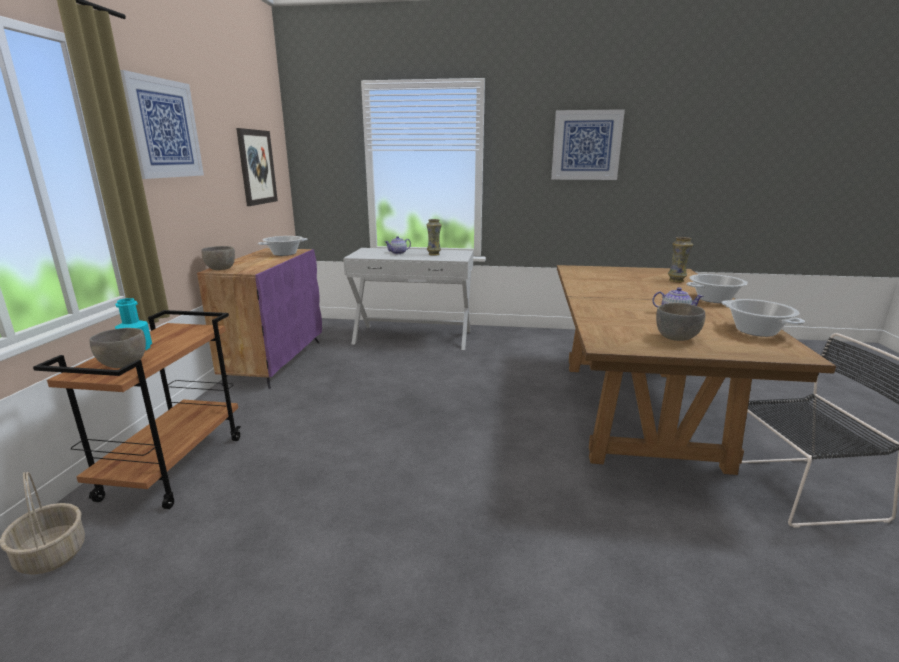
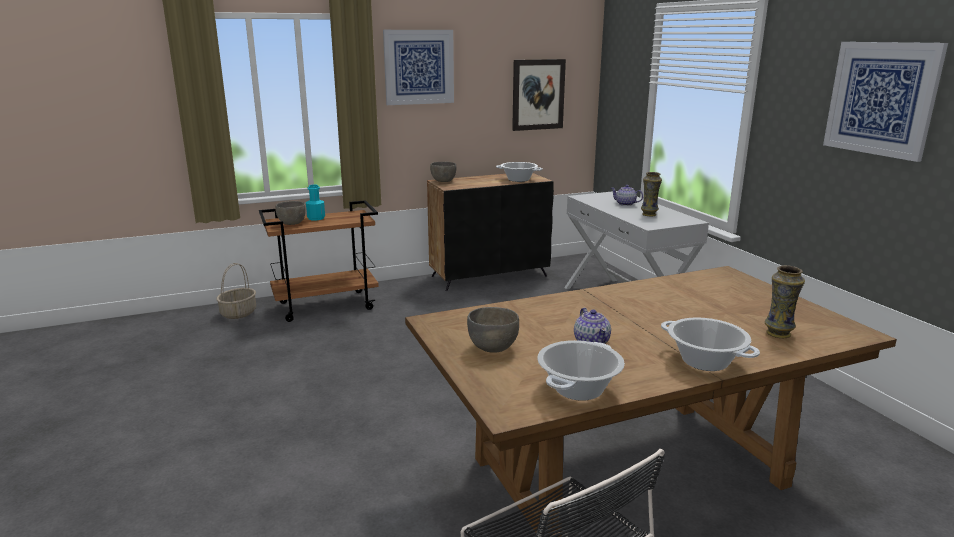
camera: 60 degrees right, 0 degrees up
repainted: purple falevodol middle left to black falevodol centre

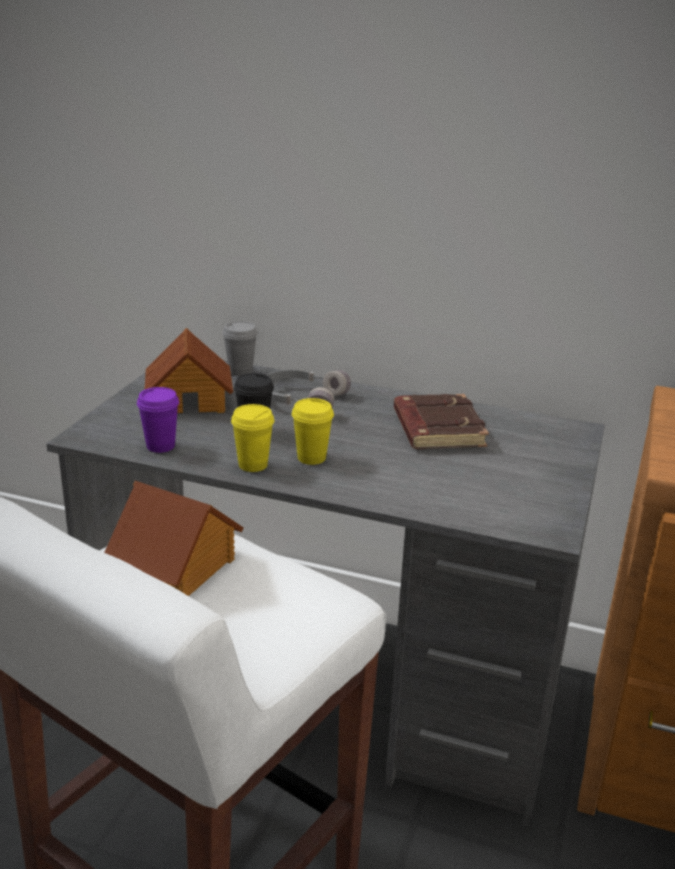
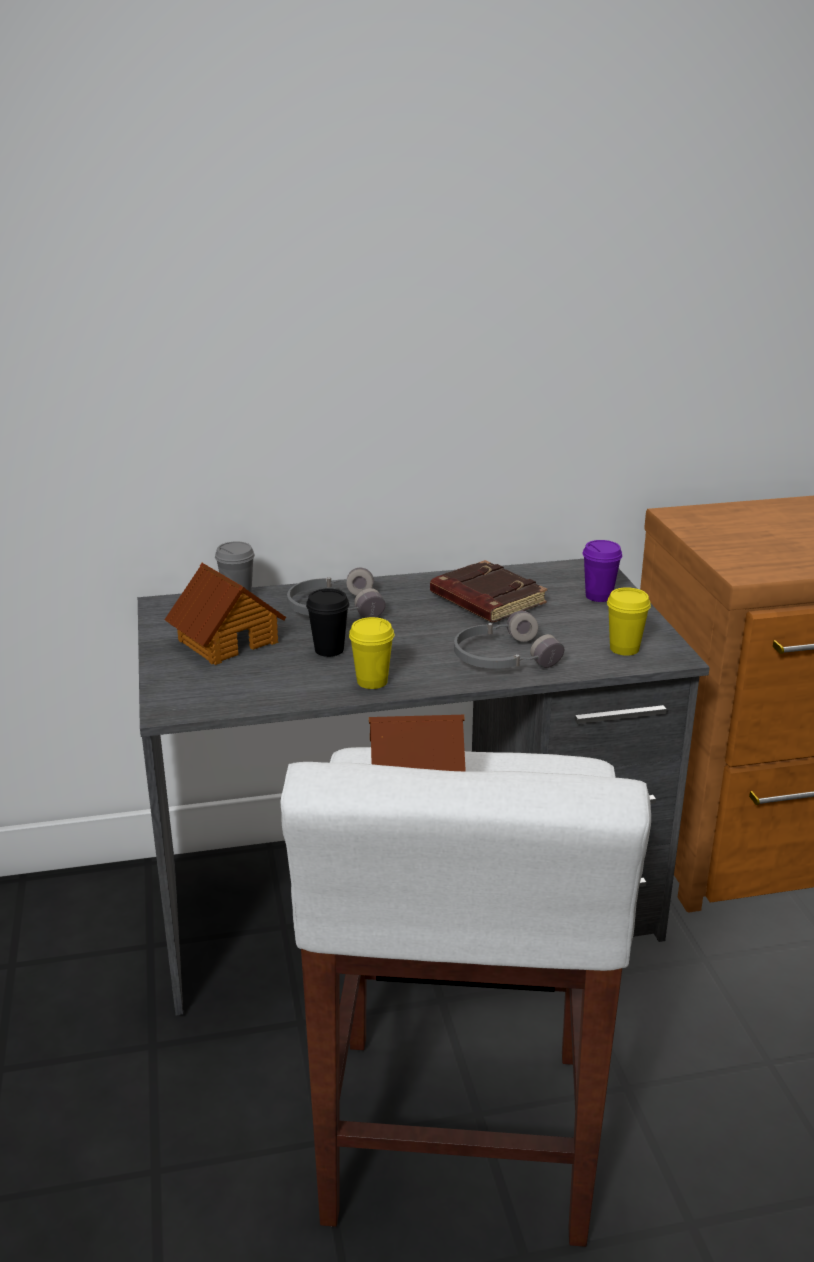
camera: 30 degrees left, 0 degrees up
new: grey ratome (no. 2 from left) centre
shifted: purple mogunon middle left to middle right; yellow mogunon (no. 2 from left) centre to middle right

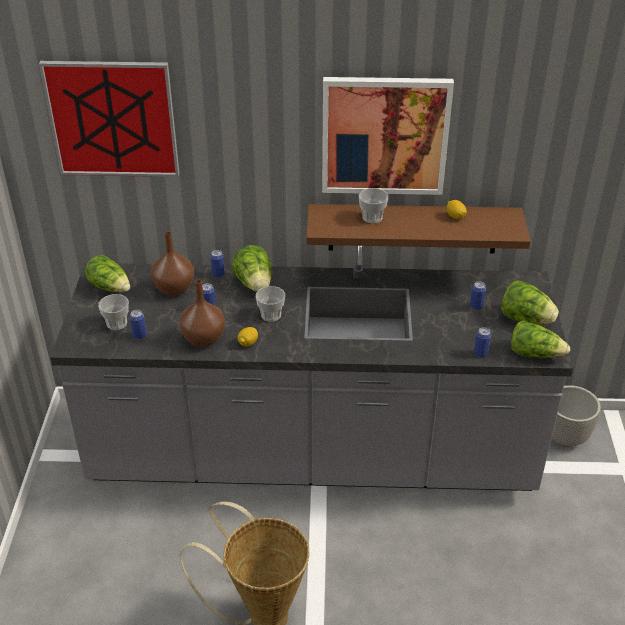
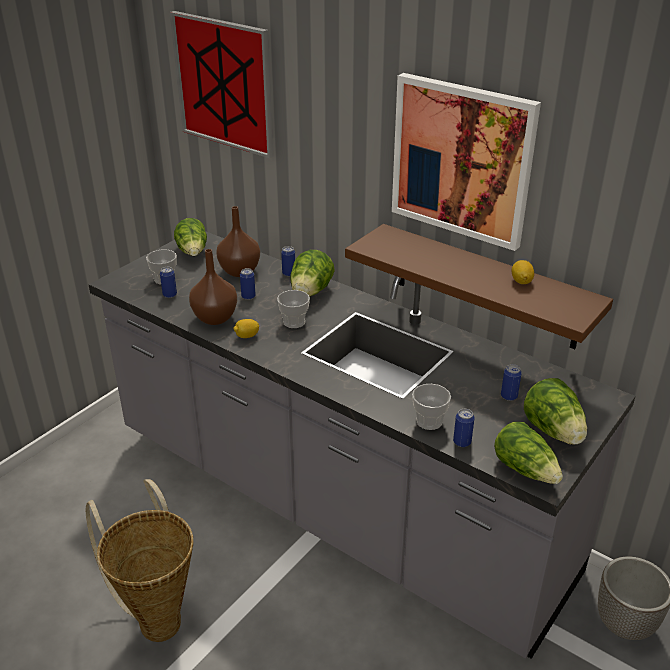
camera: 35 degrees right, 5 degrees down
shifted: mogunon (no. 3 from left) top centre to centre

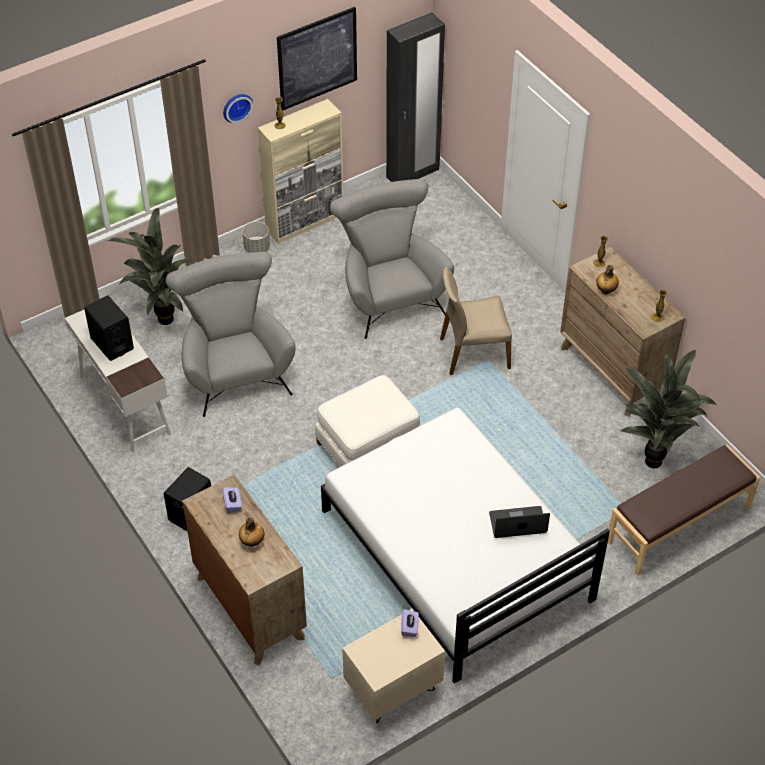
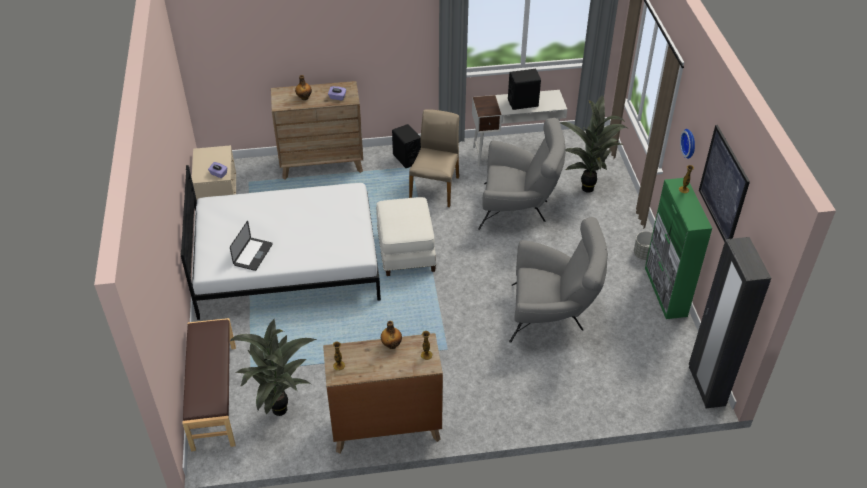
camera: 115 degrees right, 5 degrees down
shifted: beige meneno centre to top centre
repainted: beige falevodol top centre to green falevodol middle right

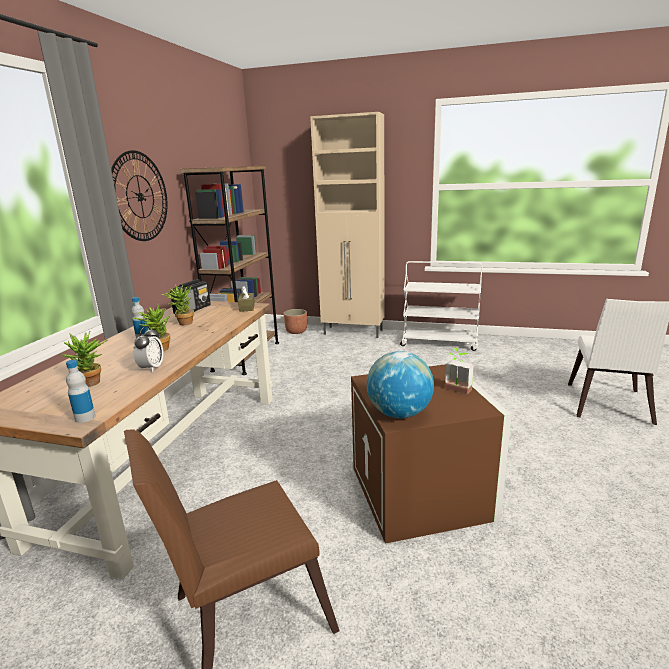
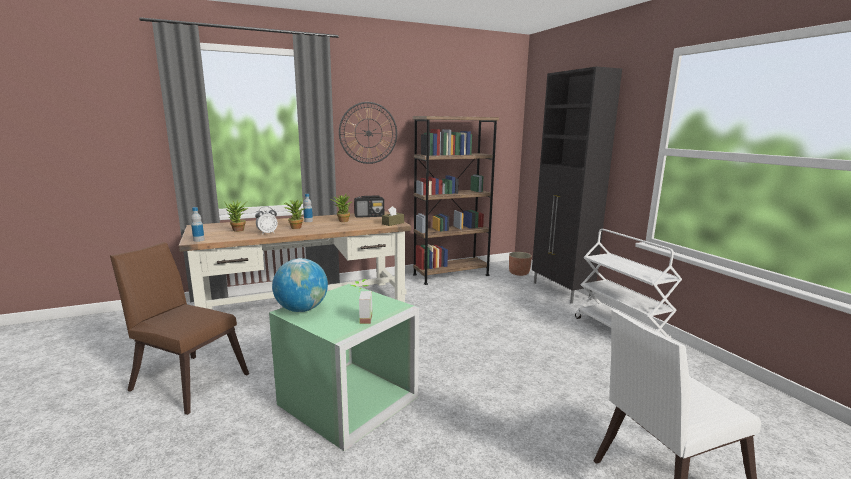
camera: 50 degrees right, 5 degrees down
repainted: beige falevodol centre to black falevodol middle right; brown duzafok bottom centre to green duzafok bottom centre

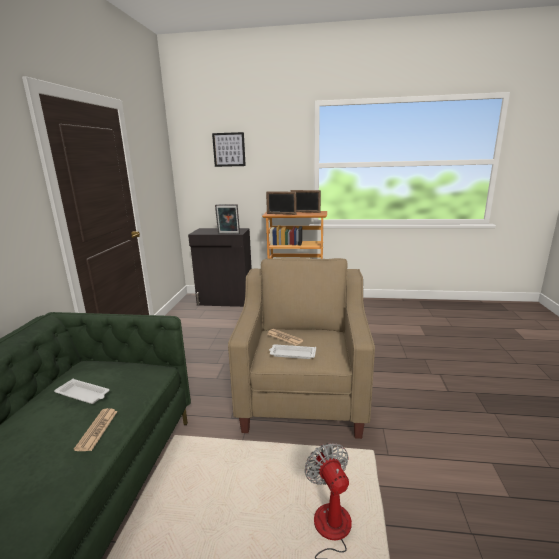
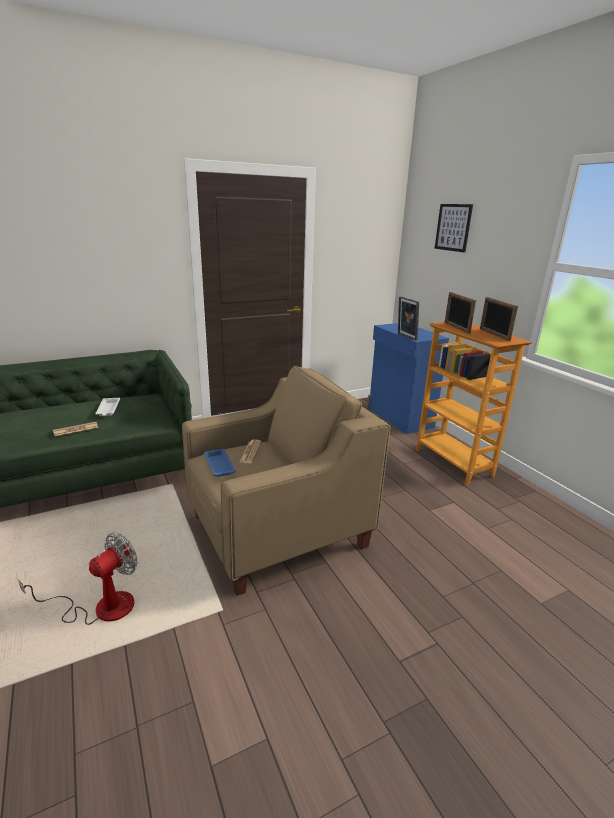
camera: 55 degrees right, 5 degrees up
repainted: black falevodol centre to blue falevodol centre; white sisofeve (no. 2 from left) centre to blue sisofeve centre

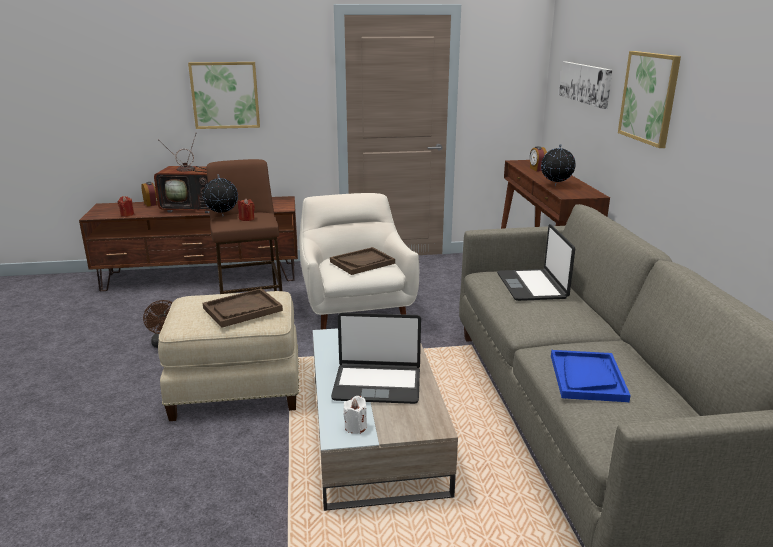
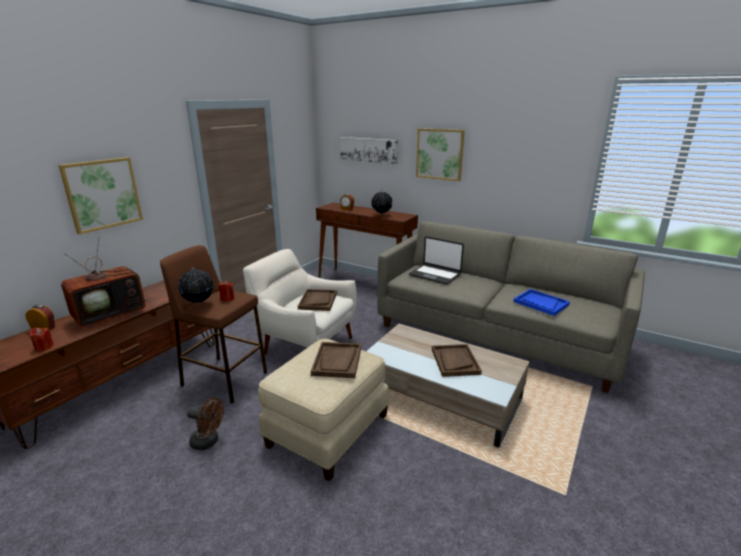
camera: 50 degrees left, 0 degrees up
gone: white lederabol bottom centre
swapped: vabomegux (no. 1 from left) centre to brown sisofeve (no. 3 from left) centre

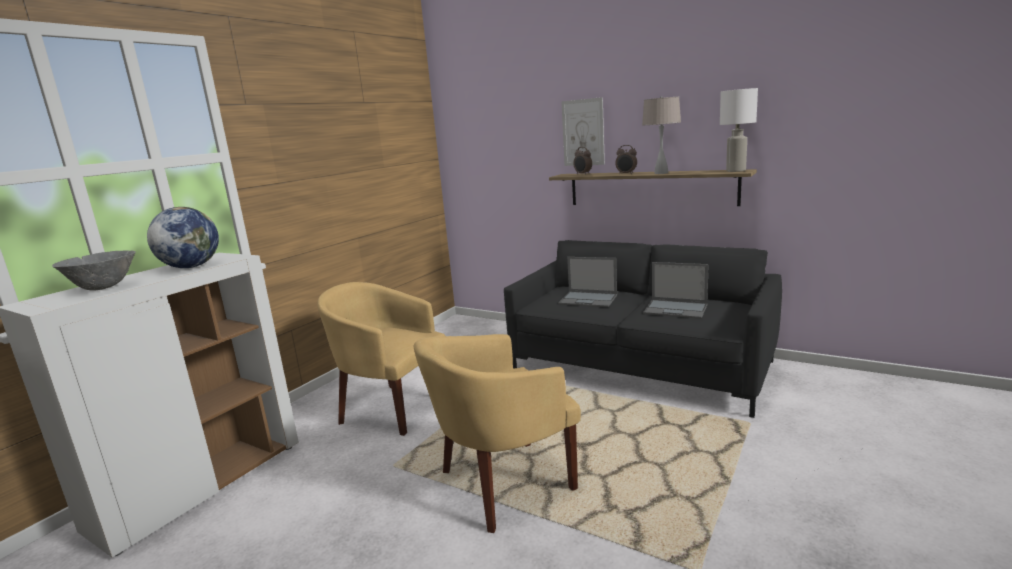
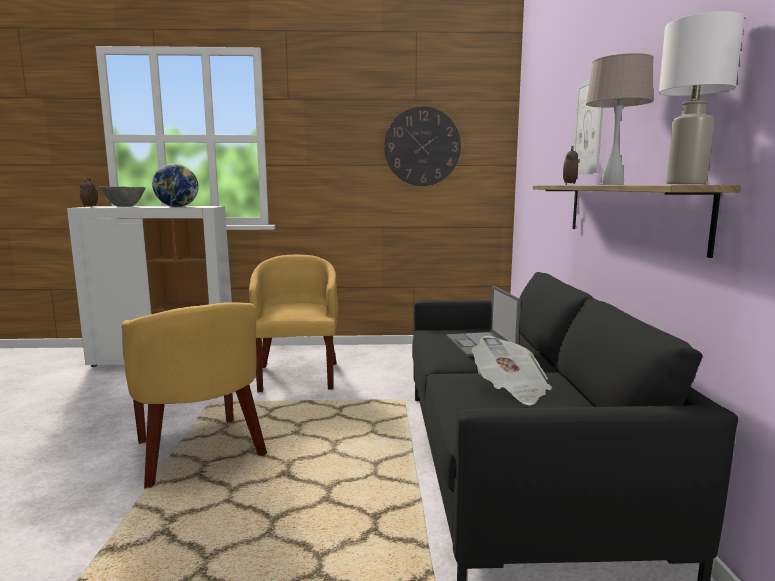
camera: 55 degrees right, 5 degrees down
new: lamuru top centre
shifted: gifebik (no. 2 from left in the first image) top centre to gifebik (no. 1 from left) top left
swapped: vabomegux (no. 2 from left) middle right to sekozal centre
rotated: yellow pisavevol (no. 2 from left in the first image) bottom centre = bottom left 150 degrees counterclockwise

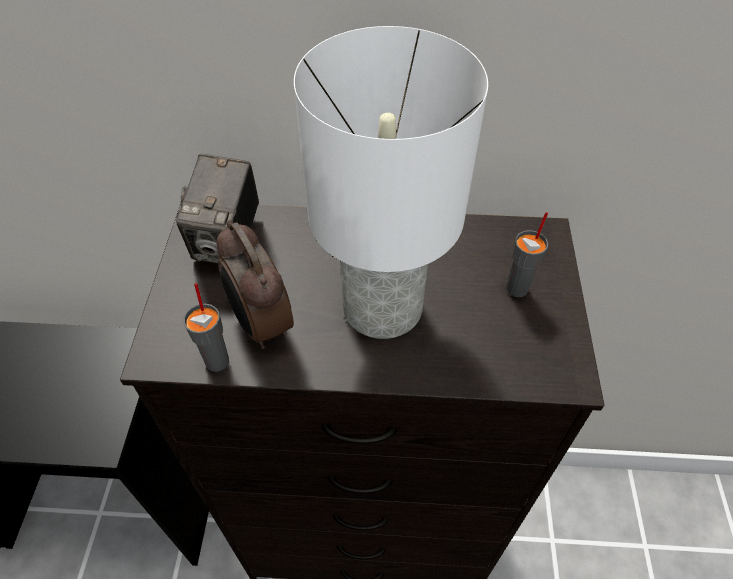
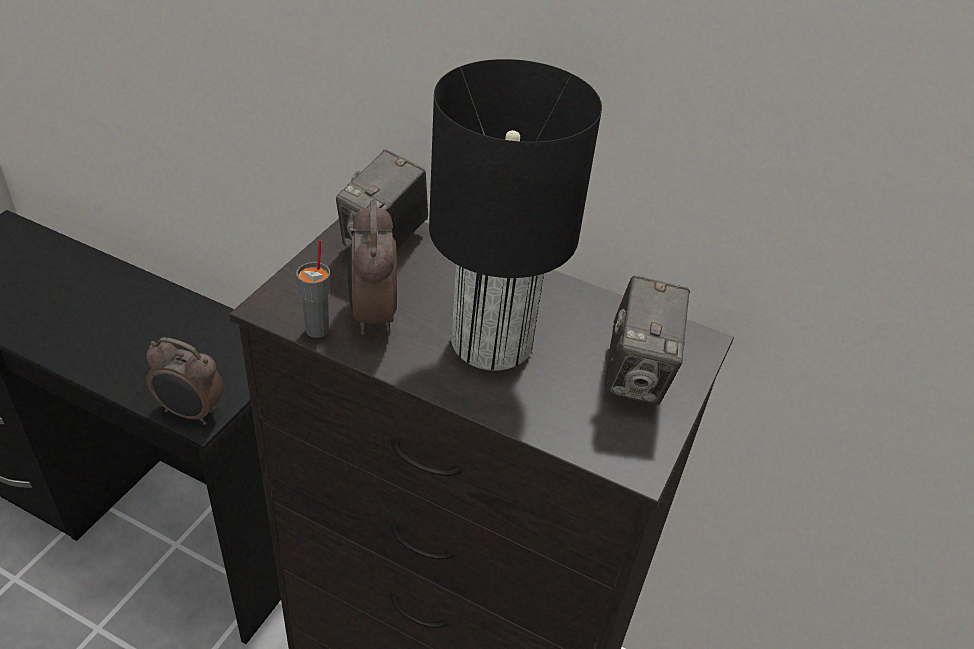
camera: 20 degrees right, 10 degrees down
new: gifebik (no. 1 from left) middle left
swapped: grey mogunon (no. 2 from left) middle right to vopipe (no. 2 from left) centre
repainted: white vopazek top centre to black vopazek top centre

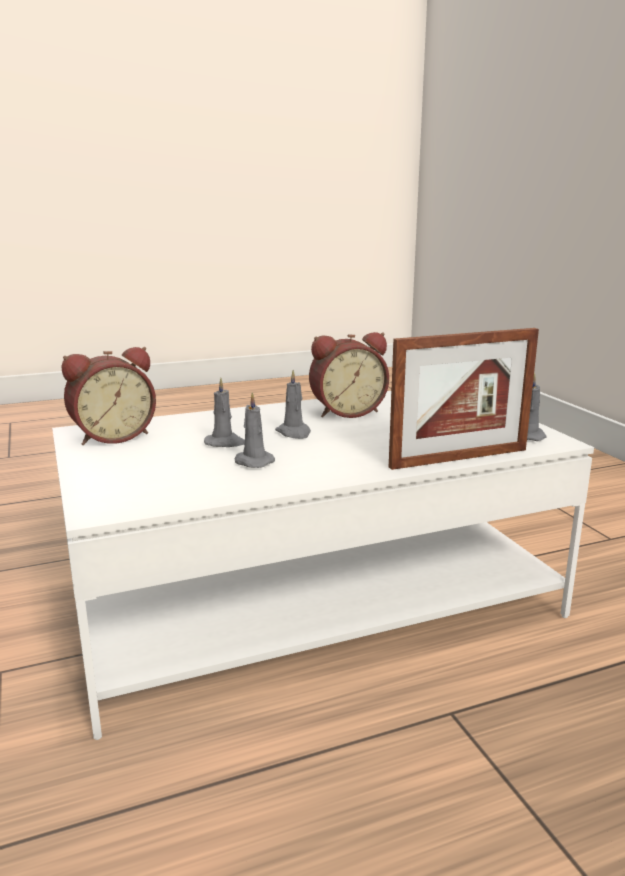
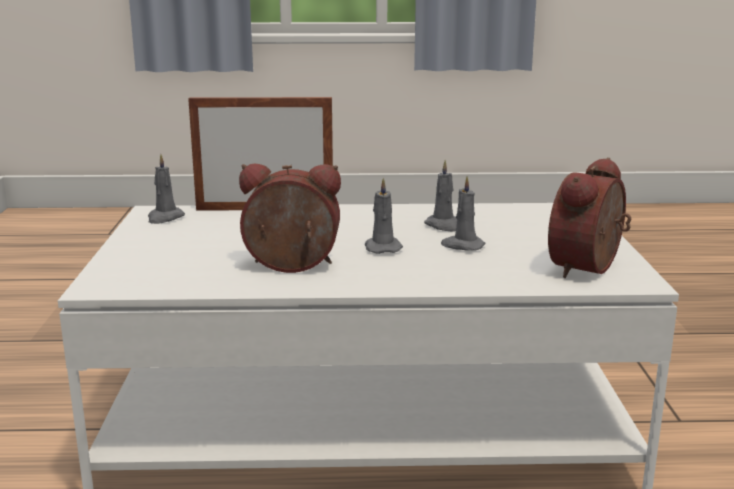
camera: 160 degrees left, 0 degrees up
rotated: gifebik (no. 1 from left in the first image) middle left = middle right 45 degrees counterclockwise

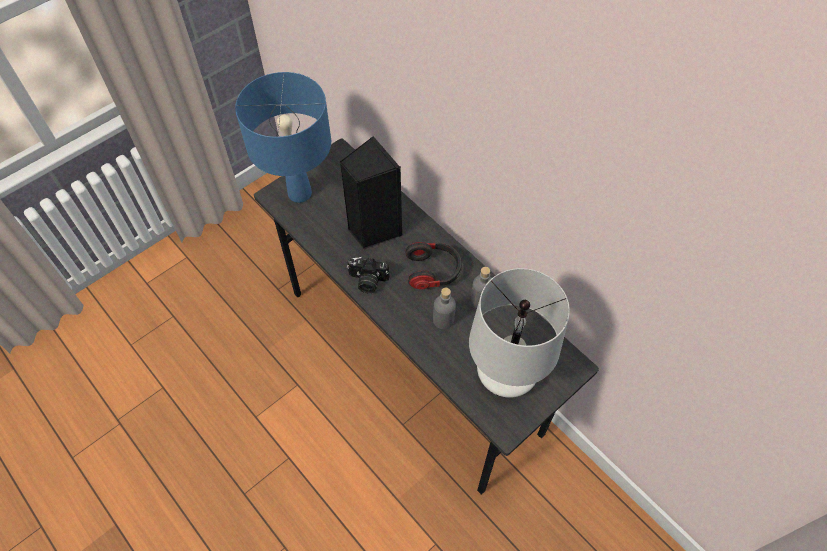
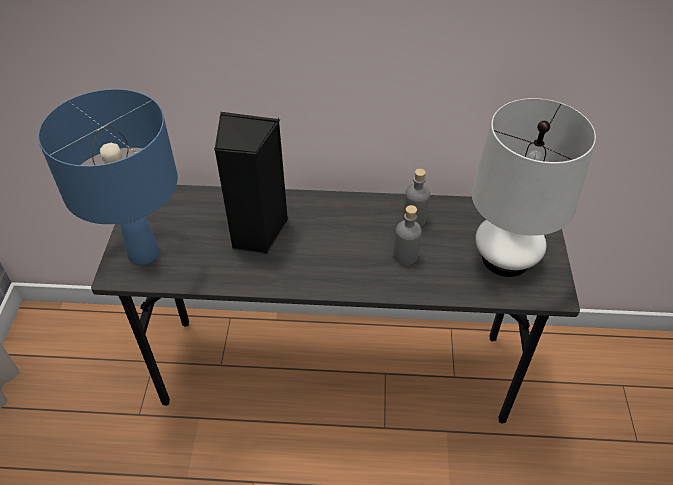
camera: 45 degrees left, 10 degrees down
gone: vopipe centre; ratome centre

